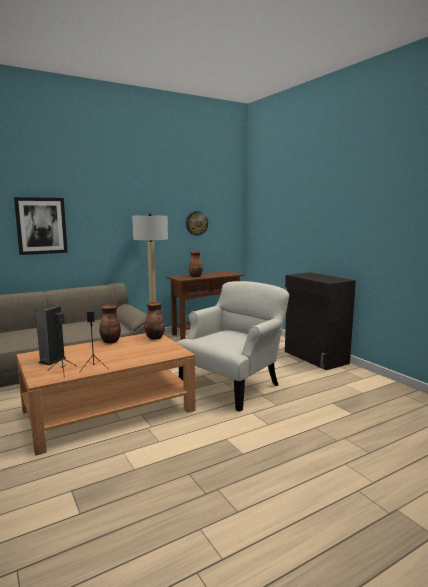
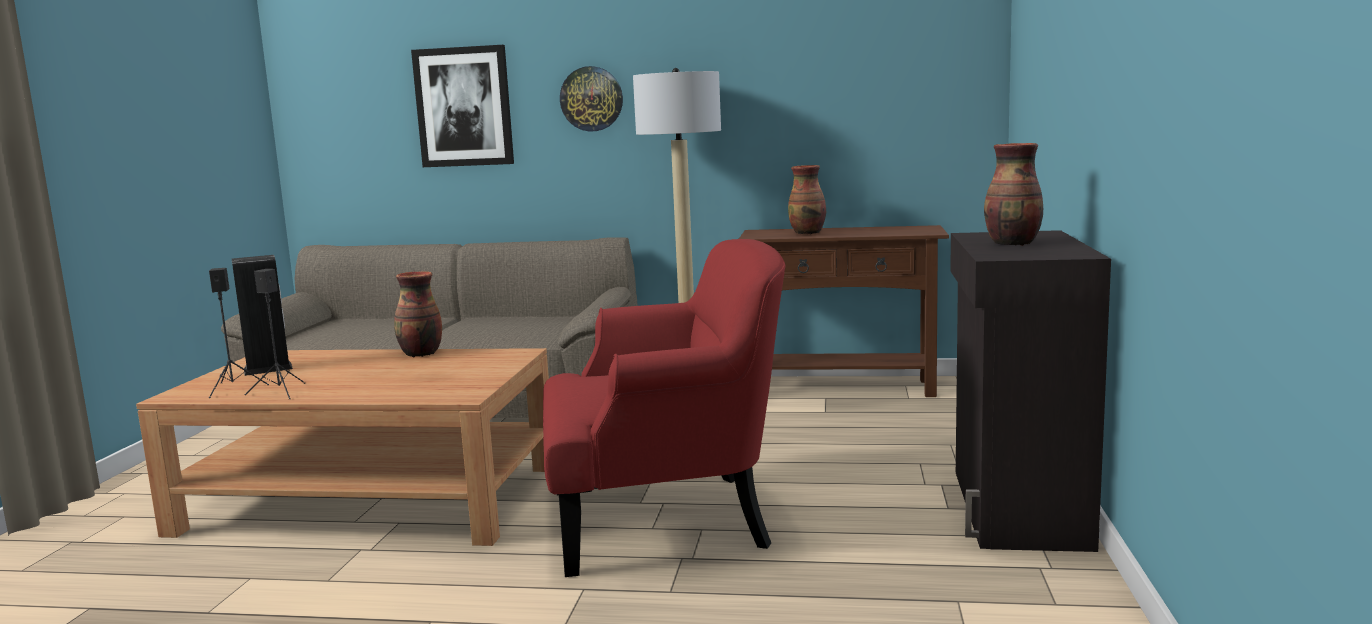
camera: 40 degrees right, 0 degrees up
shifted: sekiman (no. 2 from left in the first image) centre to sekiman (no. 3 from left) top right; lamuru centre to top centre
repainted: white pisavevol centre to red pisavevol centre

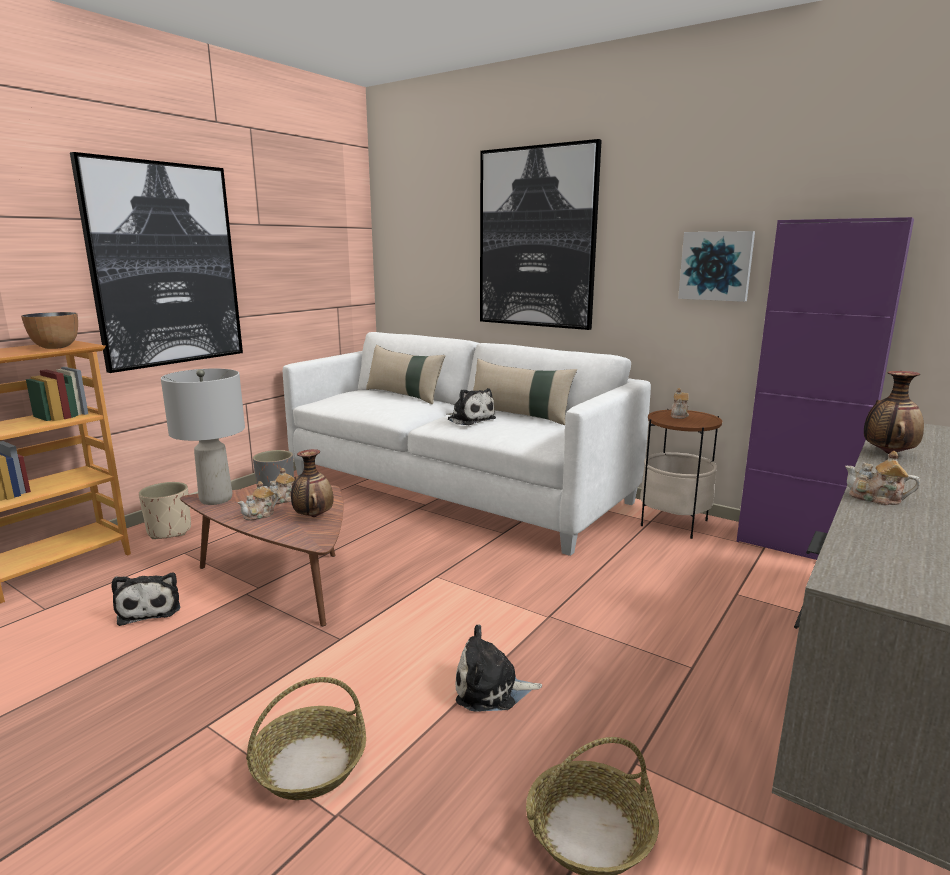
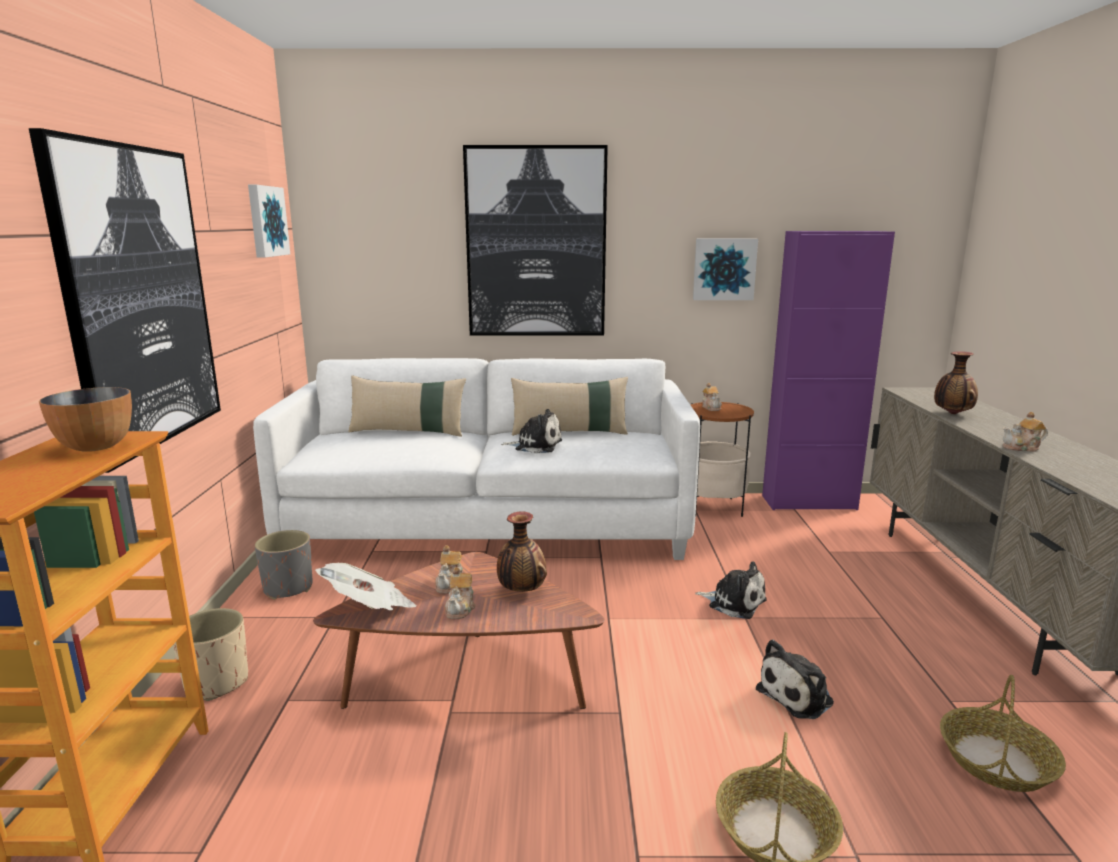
camera: 35 degrees left, 0 degrees up
new: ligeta (no. 2 from left) top left
shifted: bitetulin (no. 1 from left in the first image) bottom left to bitetulin (no. 2 from left) bottom centre
swapped: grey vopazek middle left to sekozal bottom left

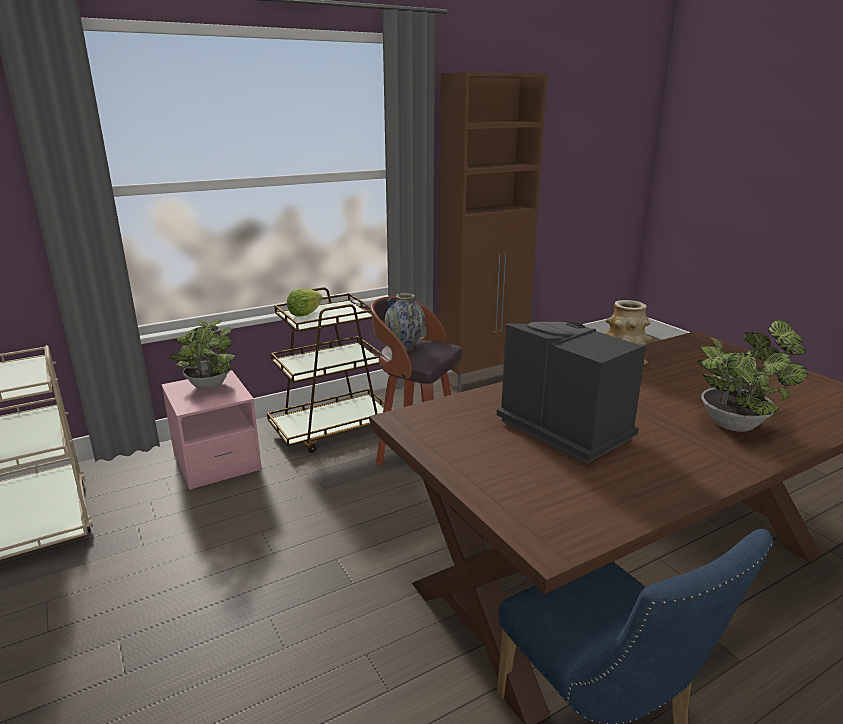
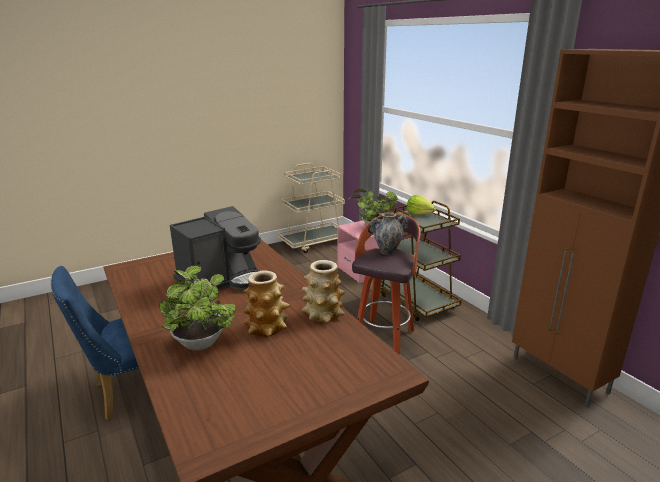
camera: 90 degrees right, 0 degrees up
new: sekiman (no. 1 from left) centre

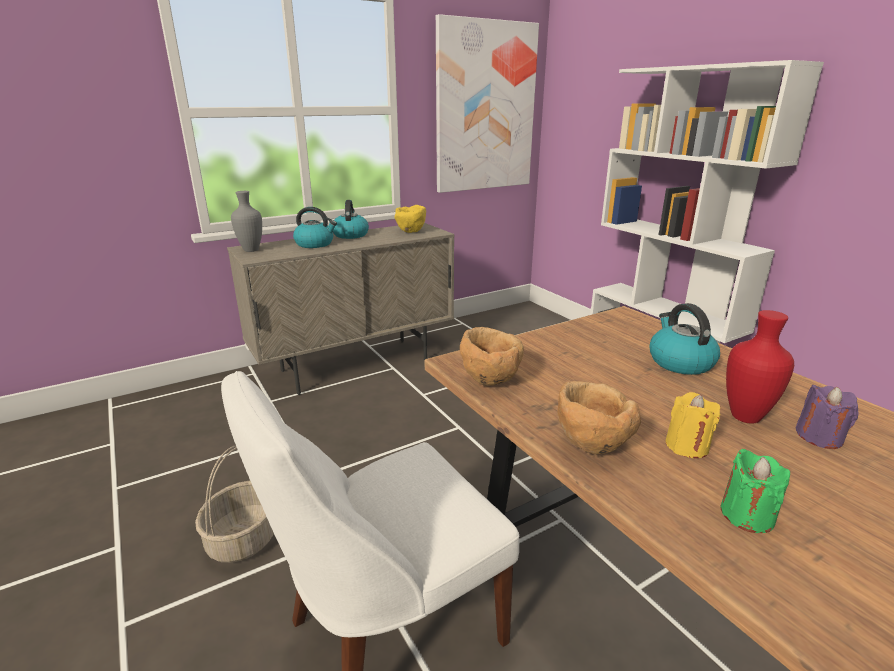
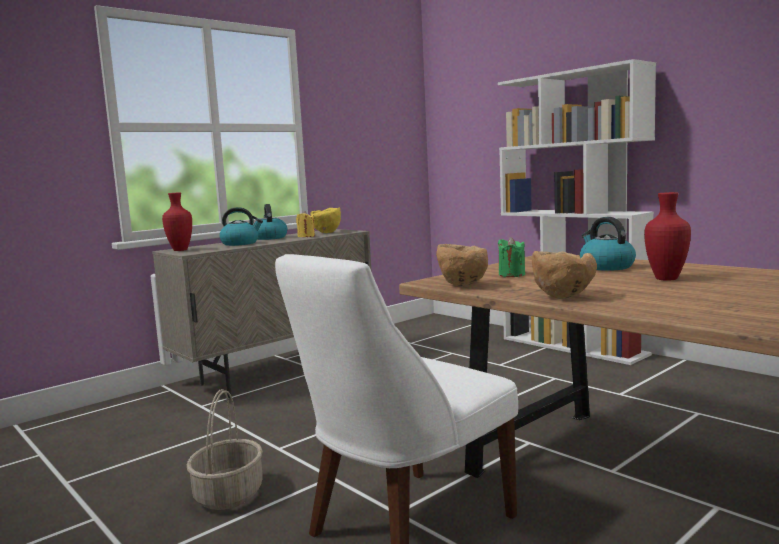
camera: 10 degrees left, 15 degrees down
gone: ligeta top centre; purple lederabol middle right
shifted: yellow lederabol middle right to centre; green lederabol bottom right to centre
repainted: grey sekiman top left to red sekiman (no. 1 from left) middle left

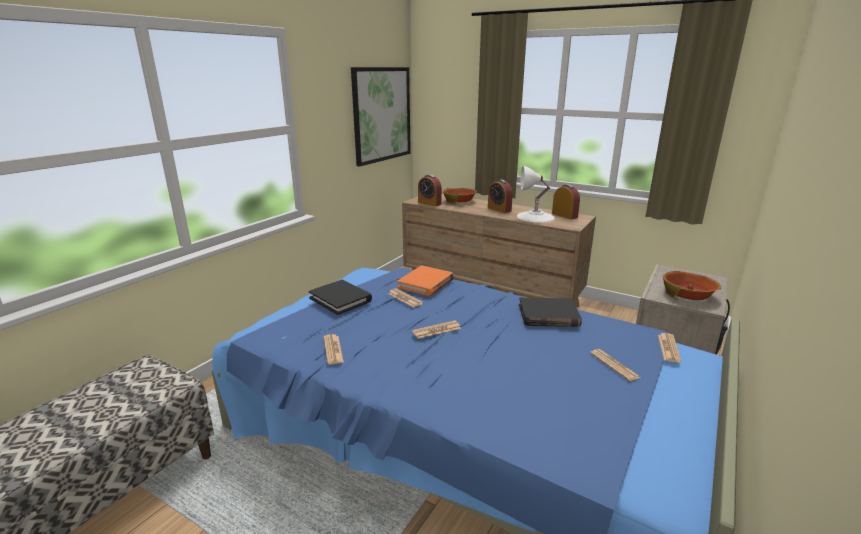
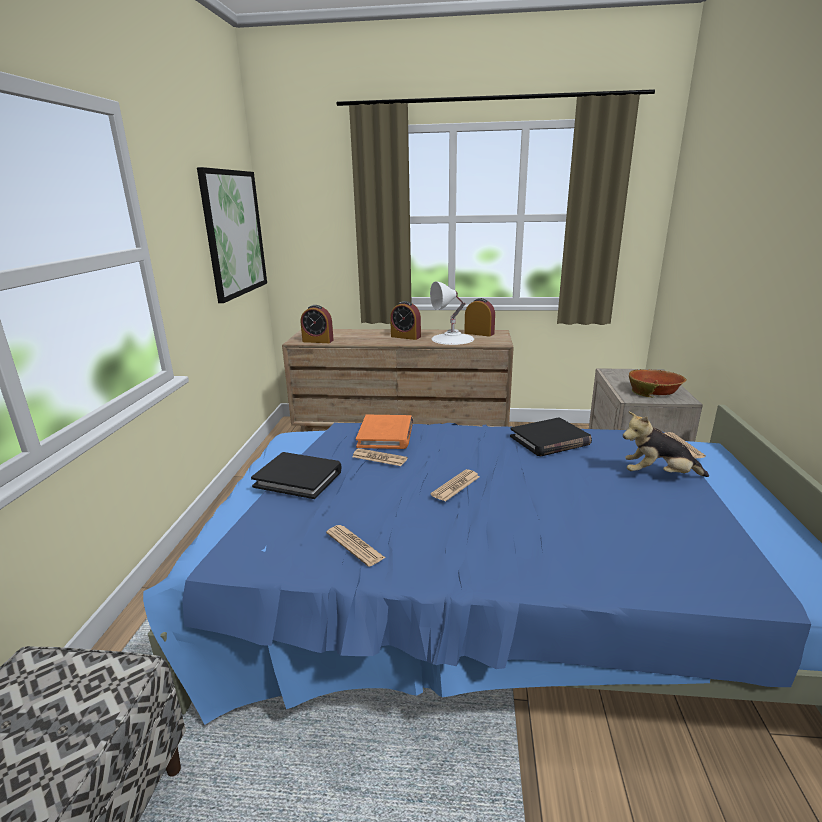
camera: 25 degrees left, 0 degrees up
gone: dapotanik (no. 1 from left) centre
swapped: sekozal (no. 4 from left) bottom right to bitetulin middle right

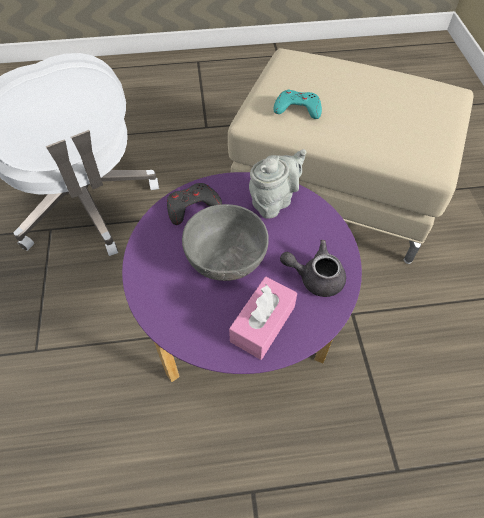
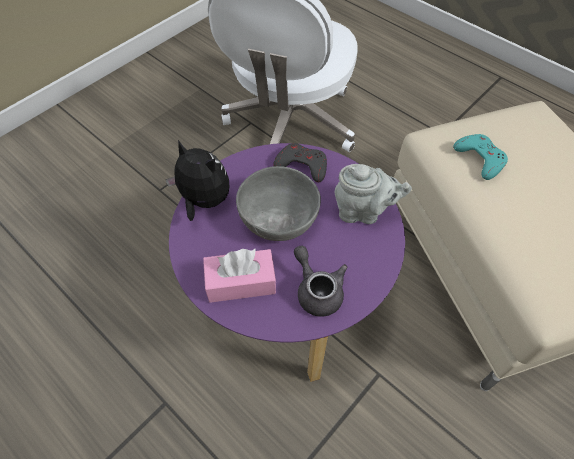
camera: 50 degrees right, 0 degrees up
new: bitetulin centre

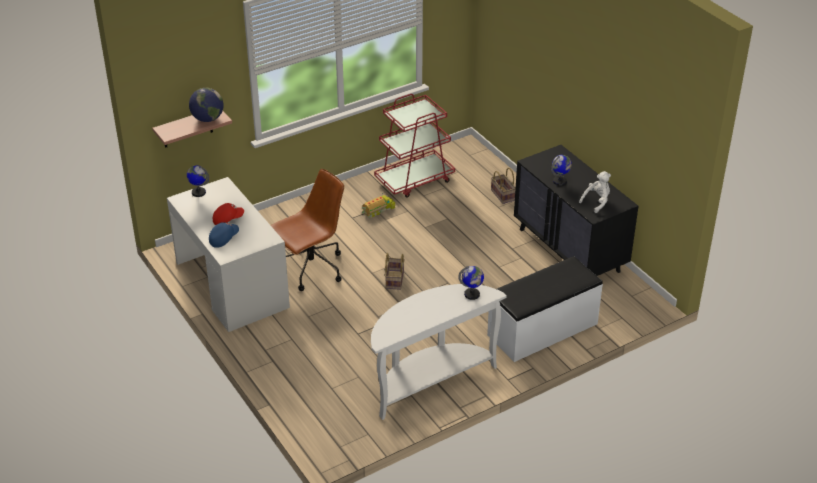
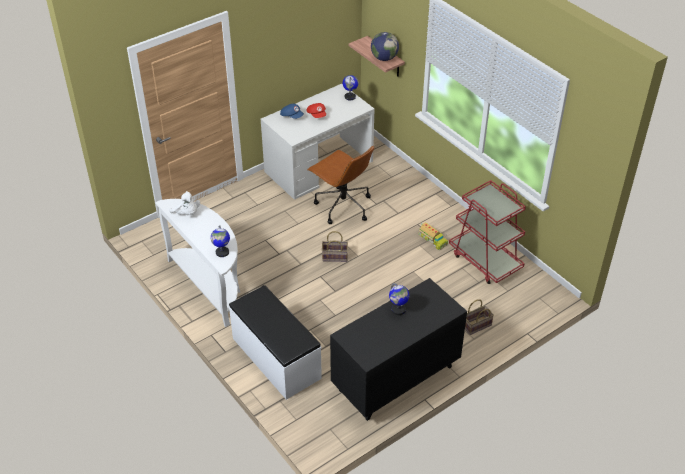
camera: 85 degrees right, 5 degrees up
shifted: white bitetulin middle right to middle left

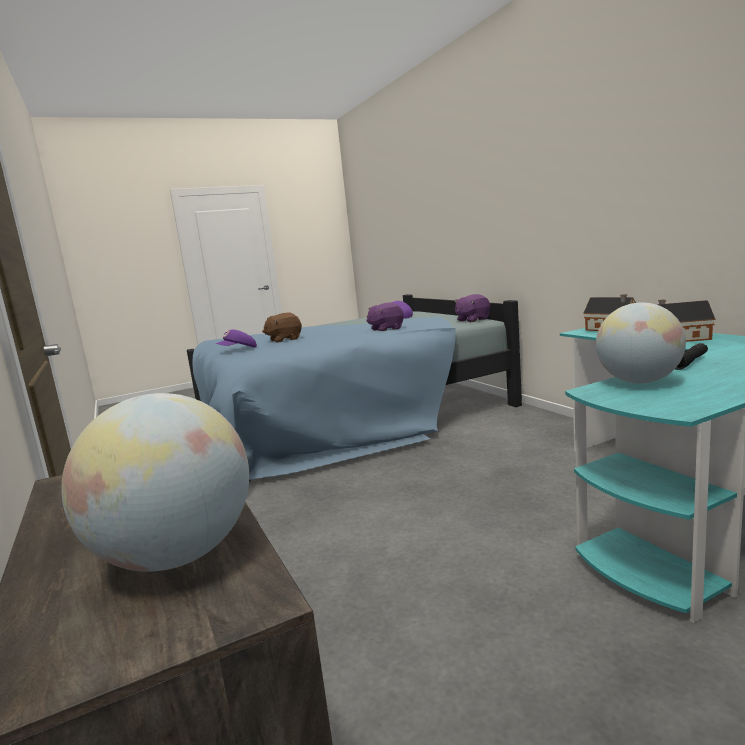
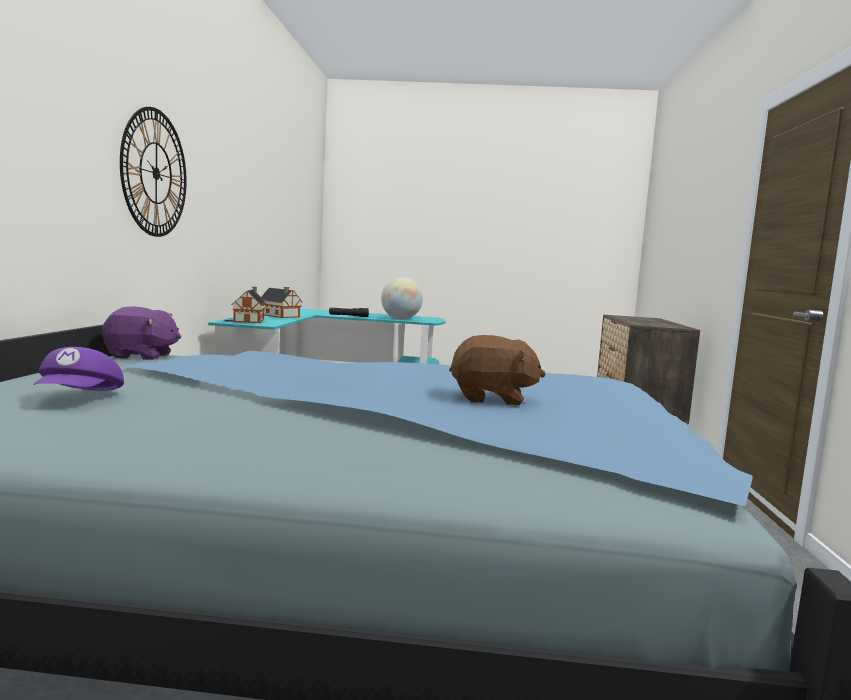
camera: 150 degrees left, 5 degrees down
gone: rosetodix (no. 1 from left) middle left; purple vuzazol (no. 1 from left) middle left; purple bitetulin (no. 1 from left) centre
new: lamuru top left

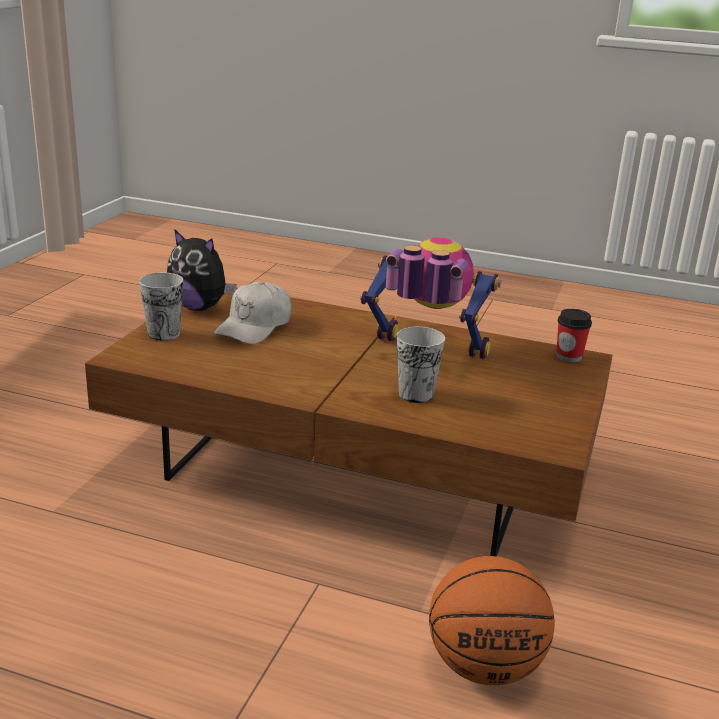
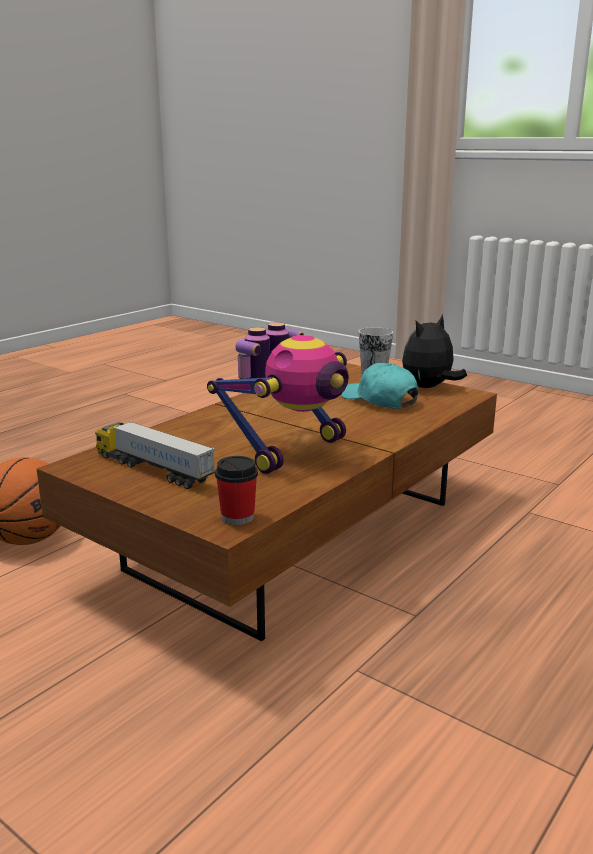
camera: 110 degrees right, 5 degrees down
gone: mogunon (no. 2 from left) centre
new: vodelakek middle left
repainted: white vuzazol centre to turquoise vuzazol centre

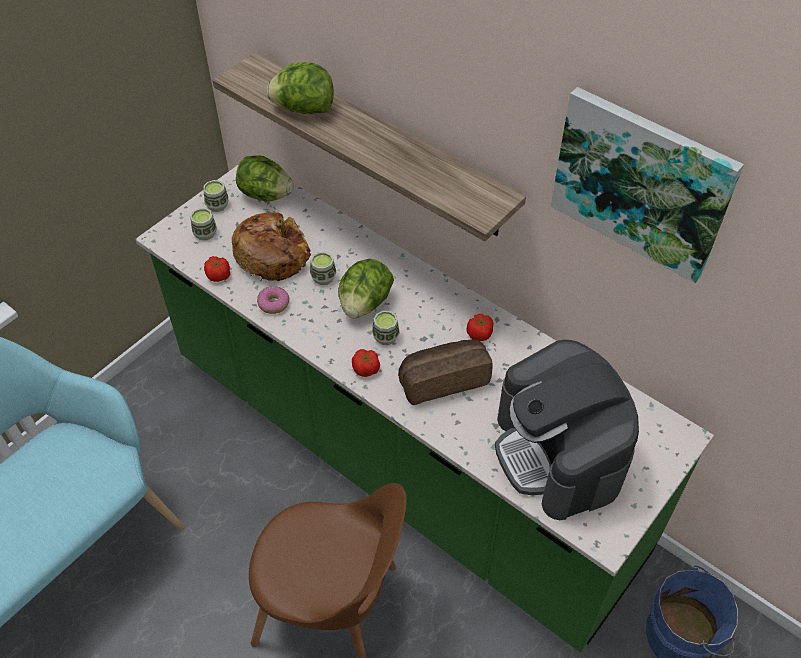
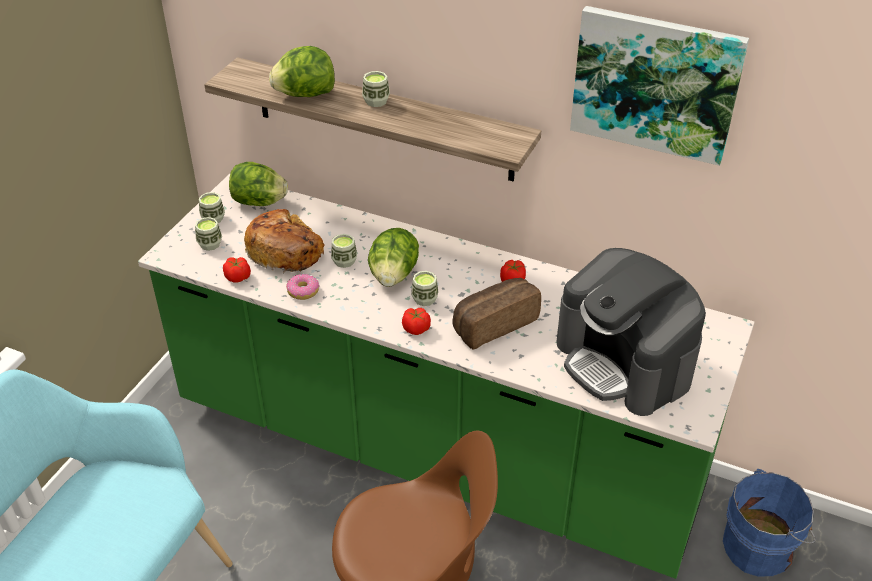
camera: 15 degrees left, 10 degrees down
new: mogunon (no. 4 from left) top centre

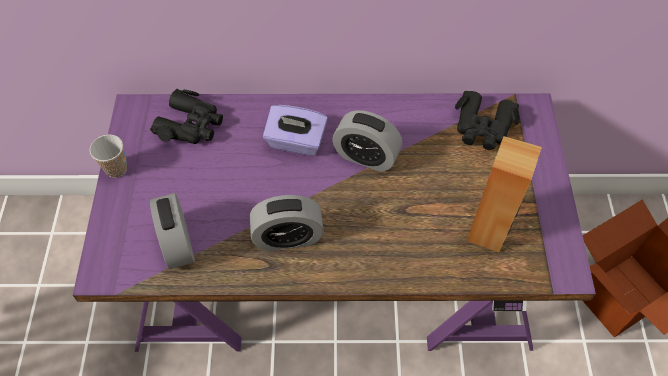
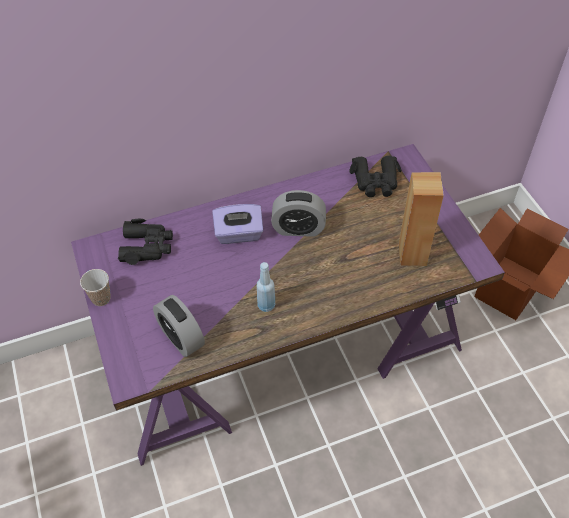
camera: 20 degrees left, 5 degrees down
swapped: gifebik (no. 2 from left) centre to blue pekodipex centre

